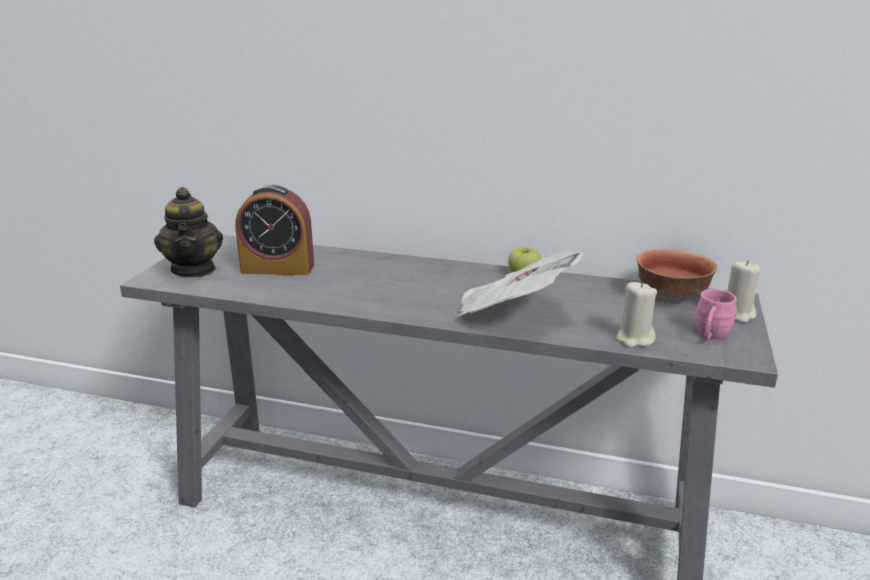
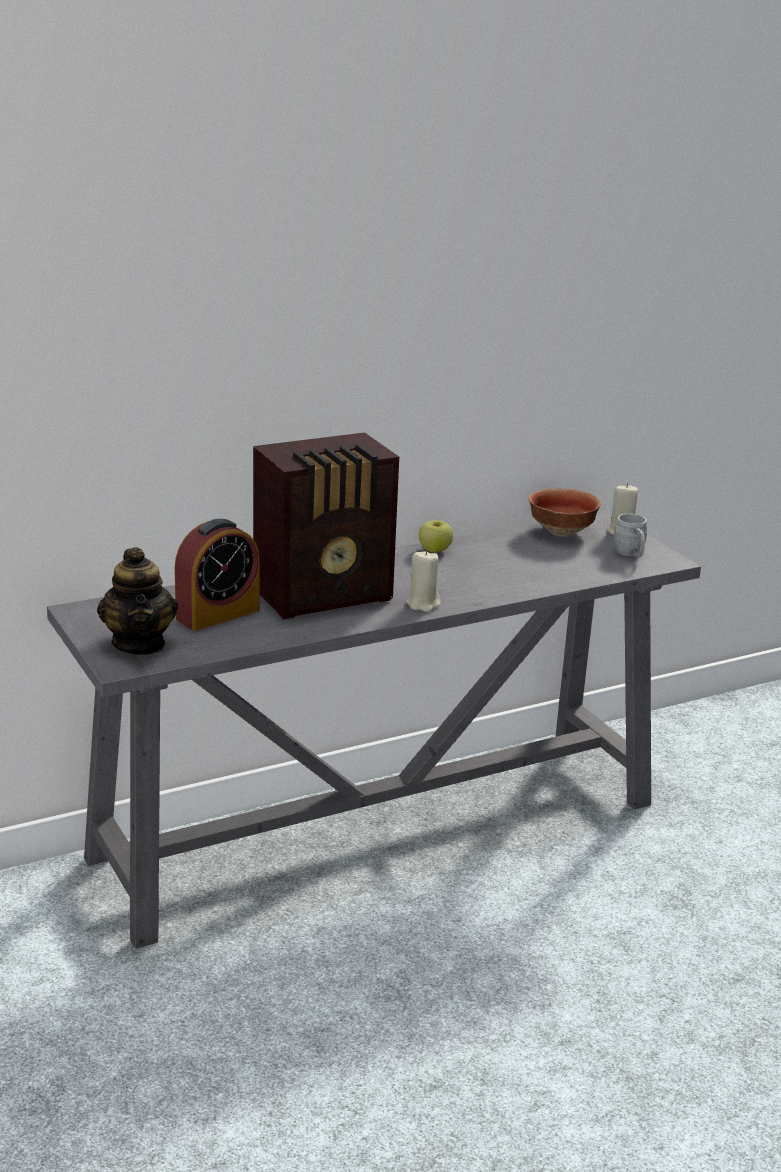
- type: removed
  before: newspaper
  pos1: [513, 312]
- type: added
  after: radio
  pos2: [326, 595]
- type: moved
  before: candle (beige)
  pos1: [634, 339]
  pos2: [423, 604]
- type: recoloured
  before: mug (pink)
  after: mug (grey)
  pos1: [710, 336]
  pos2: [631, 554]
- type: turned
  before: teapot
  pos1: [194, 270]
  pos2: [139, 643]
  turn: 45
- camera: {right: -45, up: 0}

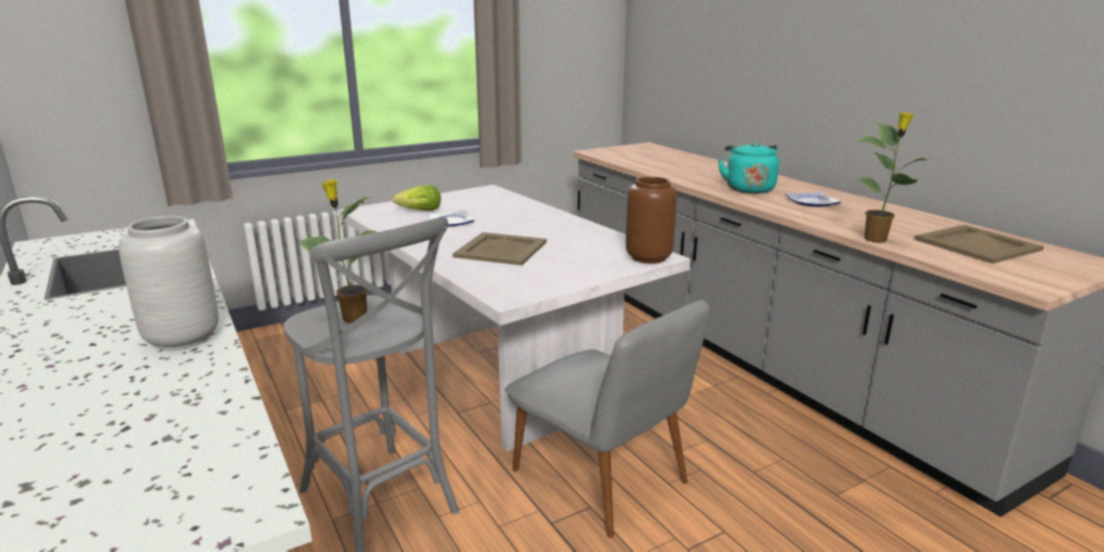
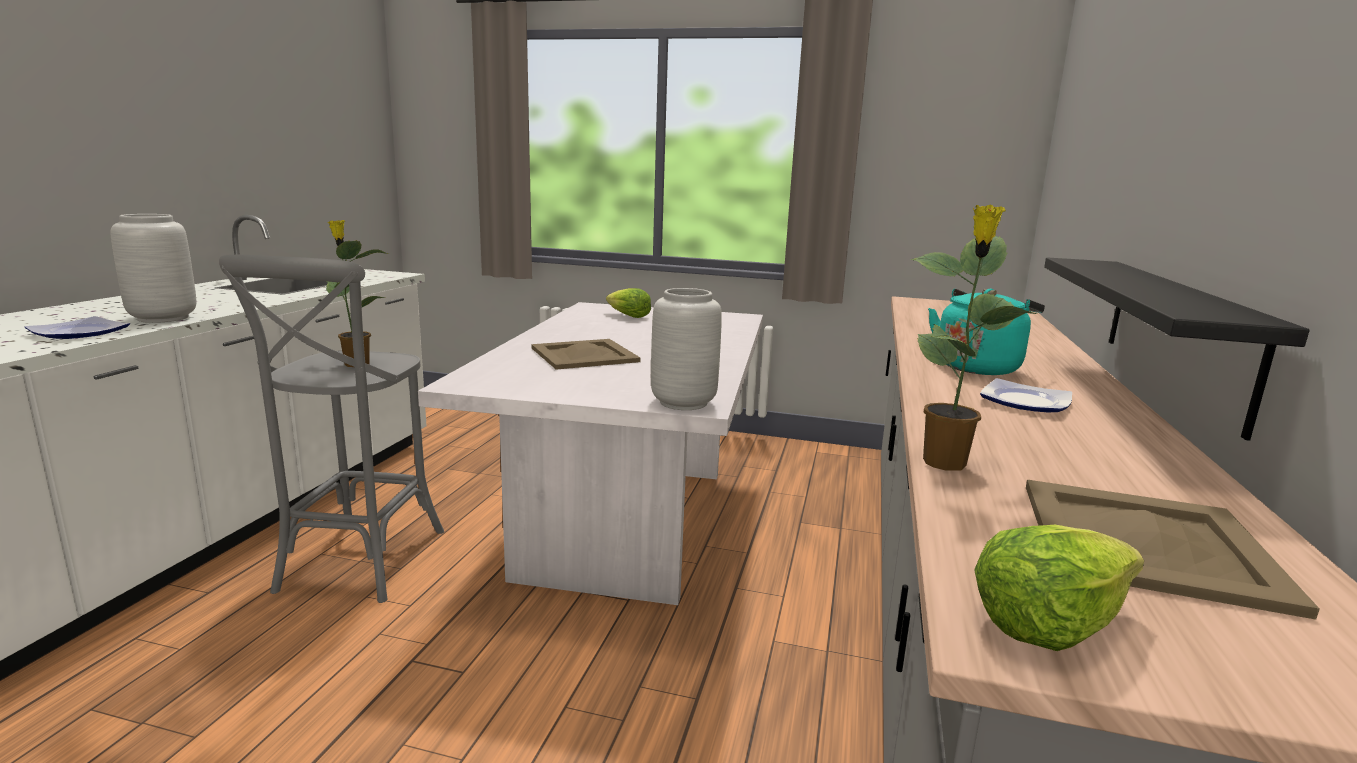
- type: removed
  before: chair (grey)
  pos1: [599, 476]
- type: added
  after: lettuce
  pos2: [1048, 621]
- type: added
  after: shelf (black)
  pos2: [1175, 333]
- type: moved
  before: plate
  pos1: [451, 222]
  pos2: [77, 333]
- type: recoloured
  before: vase (brown)
  after: vase (grey)
  pos1: [647, 258]
  pos2: [683, 402]
- camera: {right: 45, up: -5}

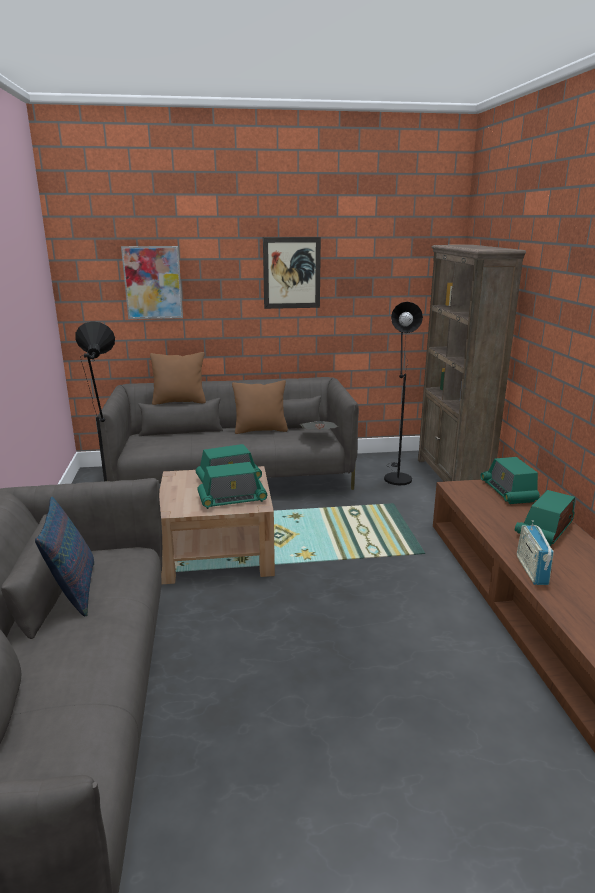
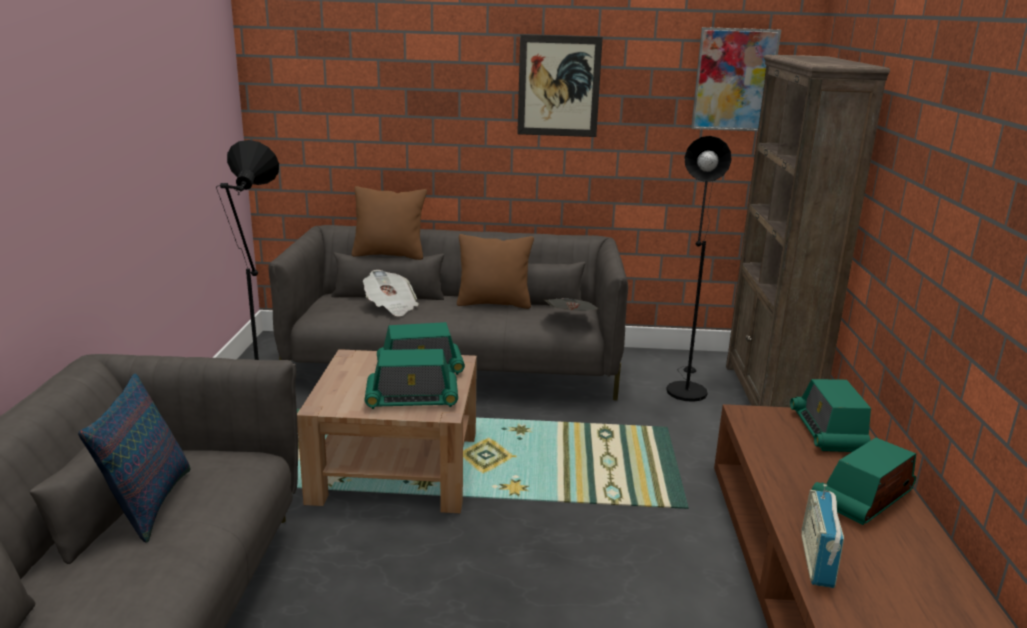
- type: added
  after: newspaper
  pos2: [391, 307]
- type: moved
  before: picture
  pos1: [153, 282]
  pos2: [734, 80]
- camera: {right: 10, up: 0}

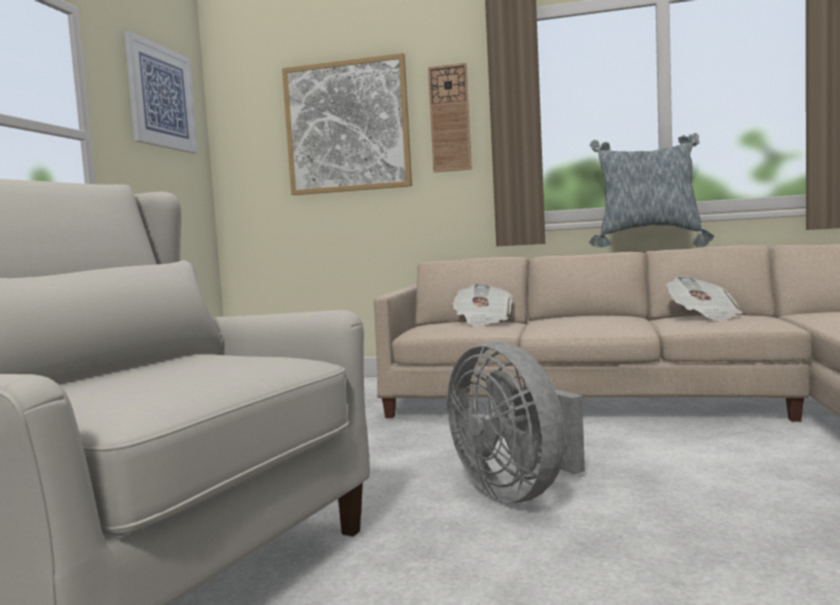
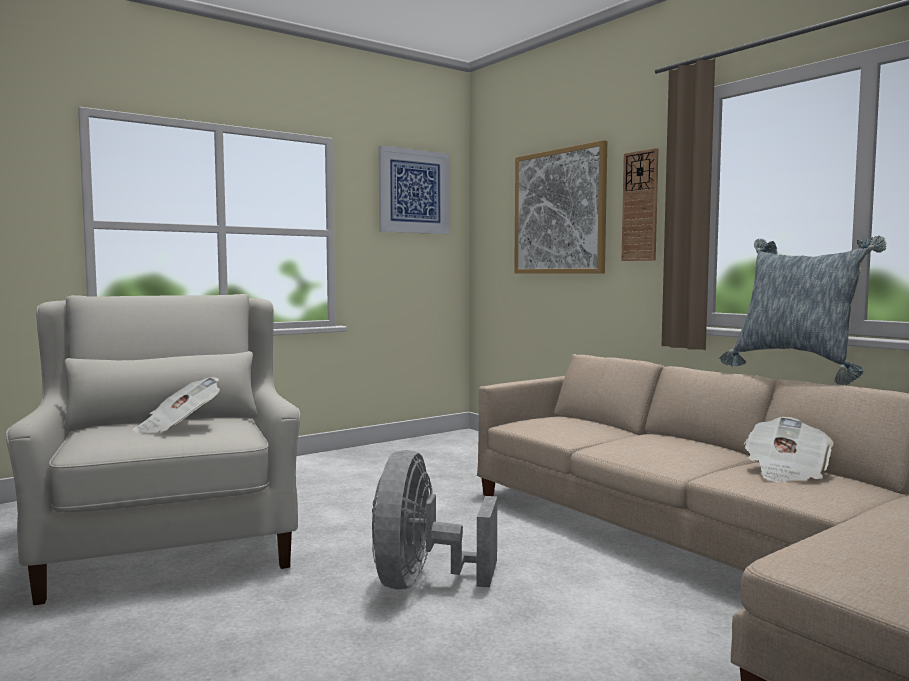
- type: moved
  before: newspaper
  pos1: [482, 322]
  pos2: [178, 427]
- camera: {right: 40, up: 0}

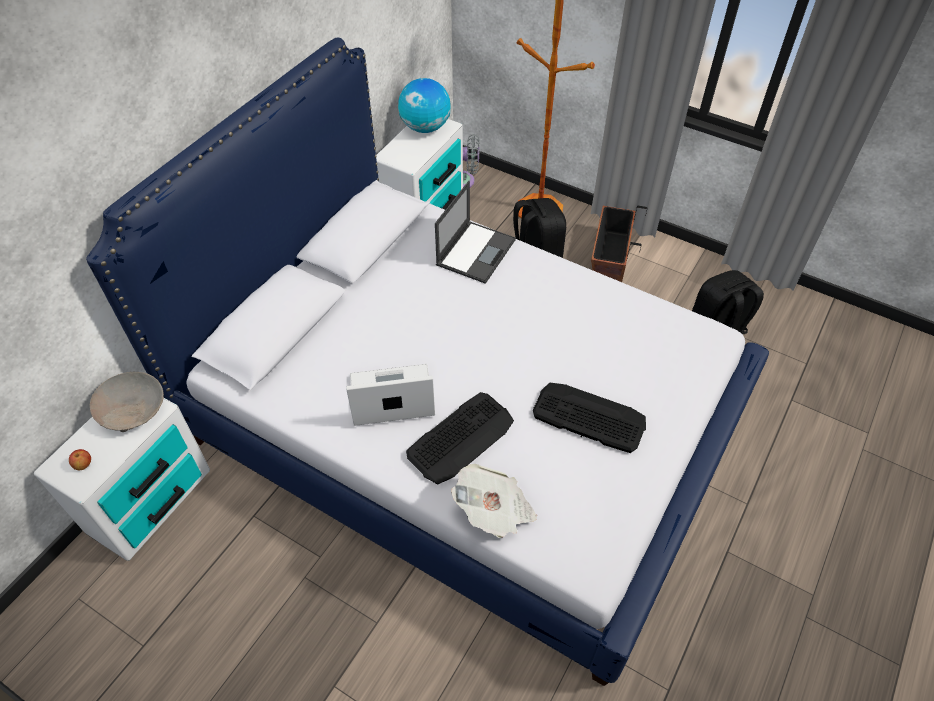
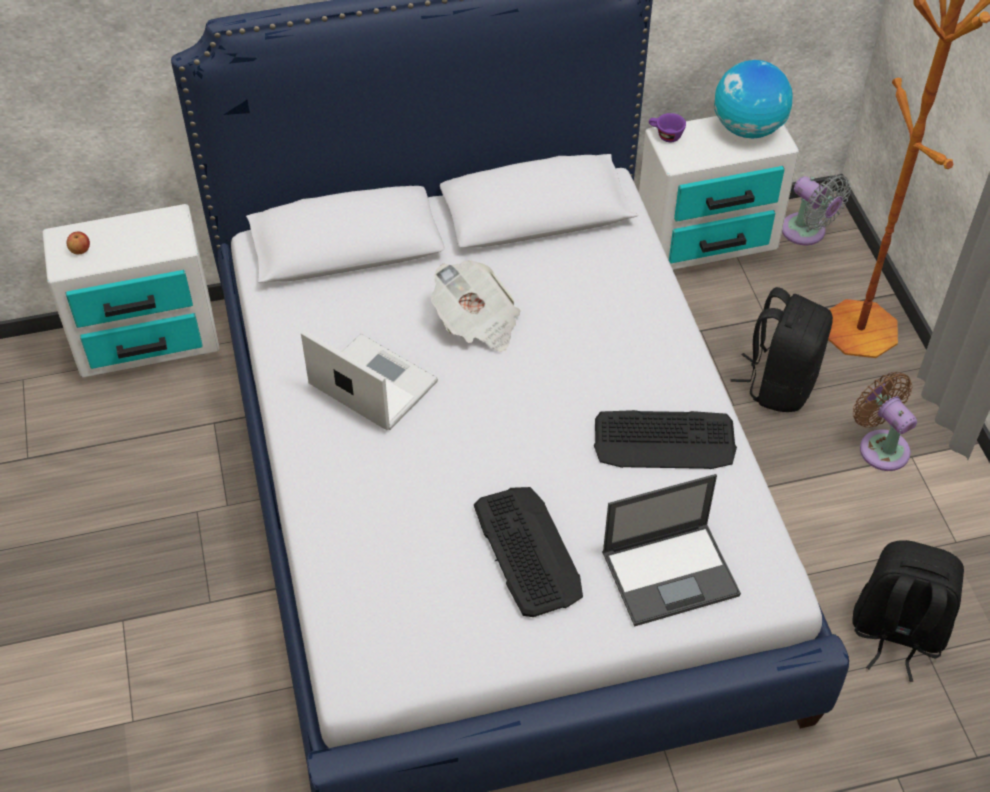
- type: removed
  before: bowl (beige)
  pos1: [133, 409]
- type: added
  after: cup (purple)
  pos2: [665, 135]
- type: moved
  before: keyboard
  pos1: [461, 438]
  pos2: [665, 440]
- type: moved
  before: laptop
  pos1: [476, 251]
  pos2: [671, 573]
- type: moved
  before: newspaper
  pos1: [494, 511]
  pos2: [476, 322]
- type: replaced
  before: planter
  after: fan (brown)
  pos1: [610, 257]
  pos2: [880, 446]
- camera: {right: 45, up: 0}

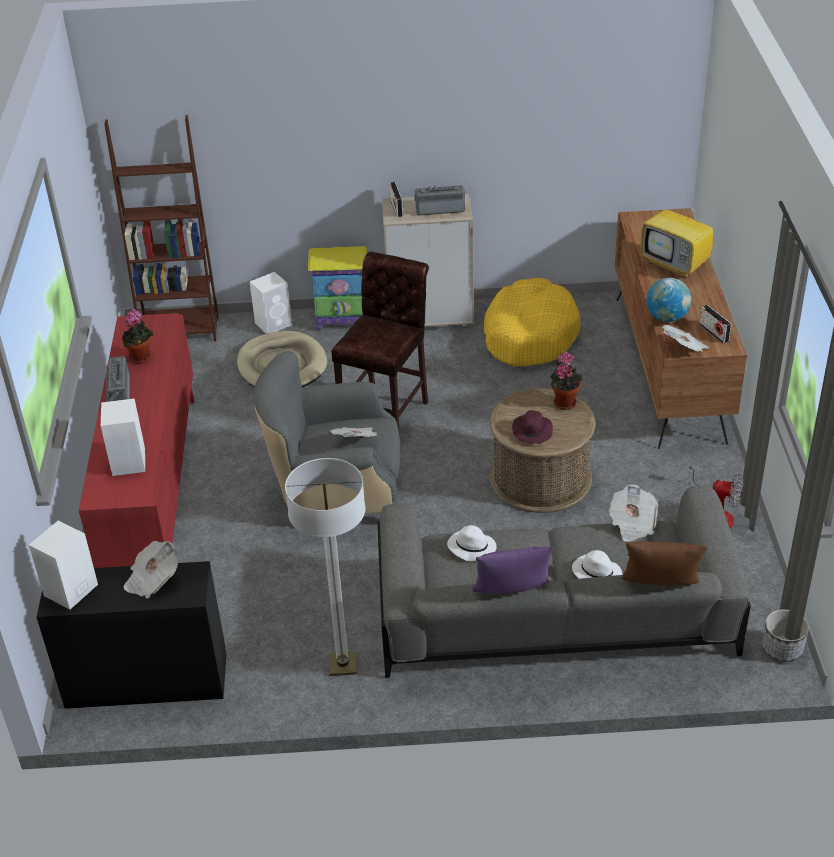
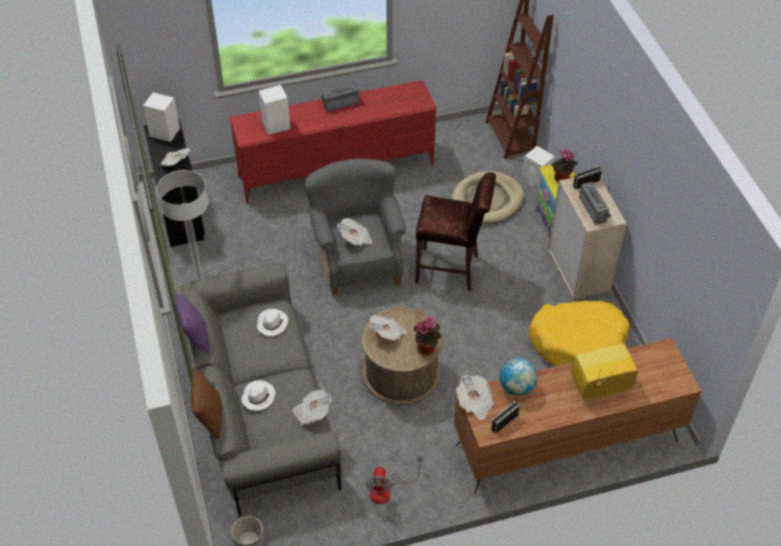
- type: moved
  before: potted plant
  pos1: [141, 358]
  pos2: [561, 179]
- type: replaced
  before: hat (purple)
  after: newspaper
  pos1: [532, 431]
  pos2: [388, 333]
- type: turned
  before: television
  pos1: [676, 265]
  pos2: [599, 387]
  turn: 45
- camera: {right: 75, up: 10}

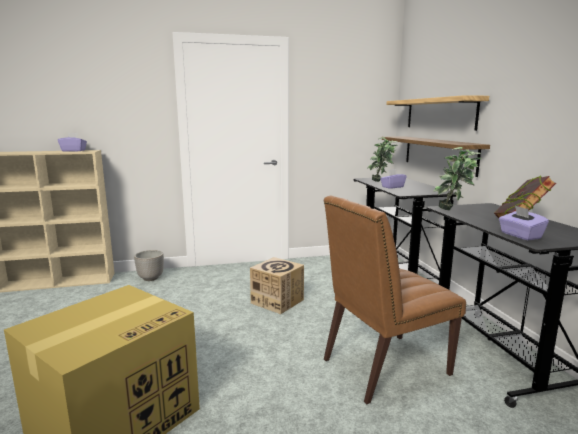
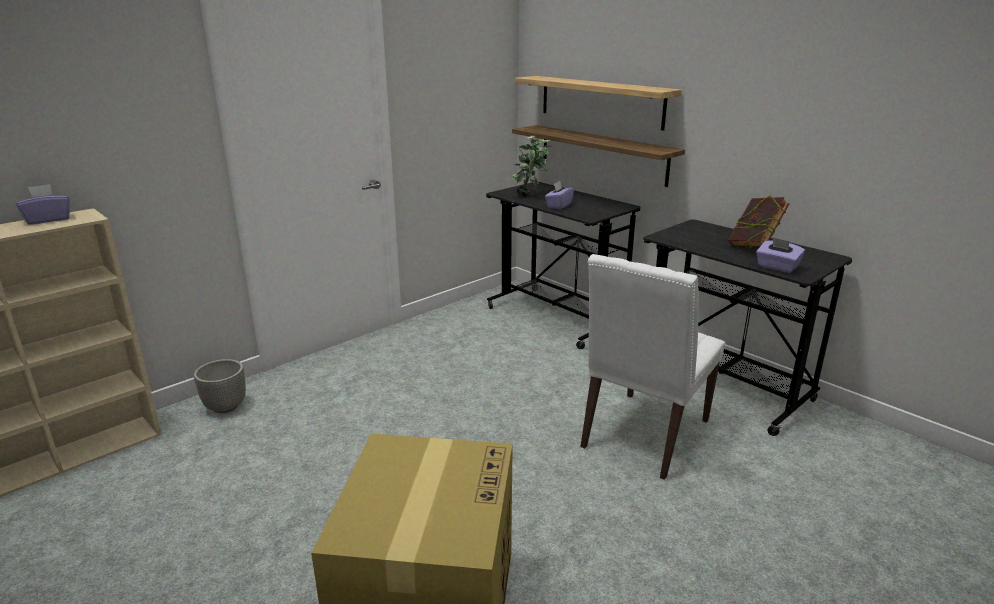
- type: removed
  before: cardboard box
  pos1: [277, 301]
- type: removed
  before: potted plant
  pos1: [453, 210]
- type: recoloured
  before: chair (brown)
  after: chair (white)
  pos1: [386, 366]
  pos2: [645, 432]
- camera: {right: -30, up: 10}

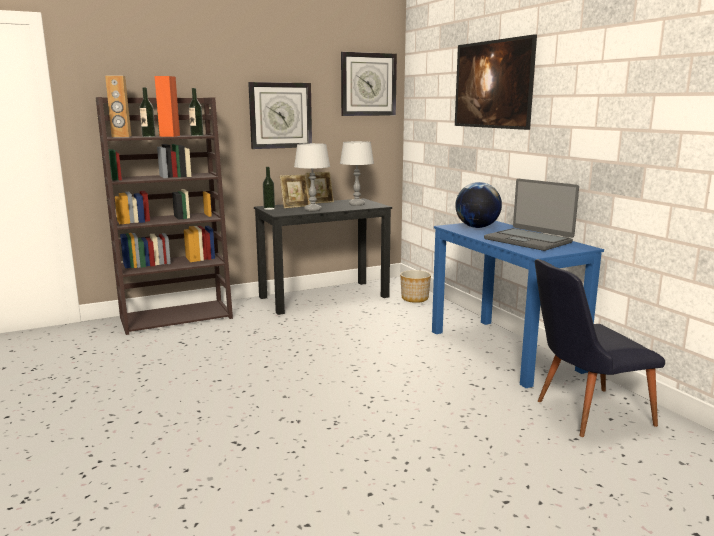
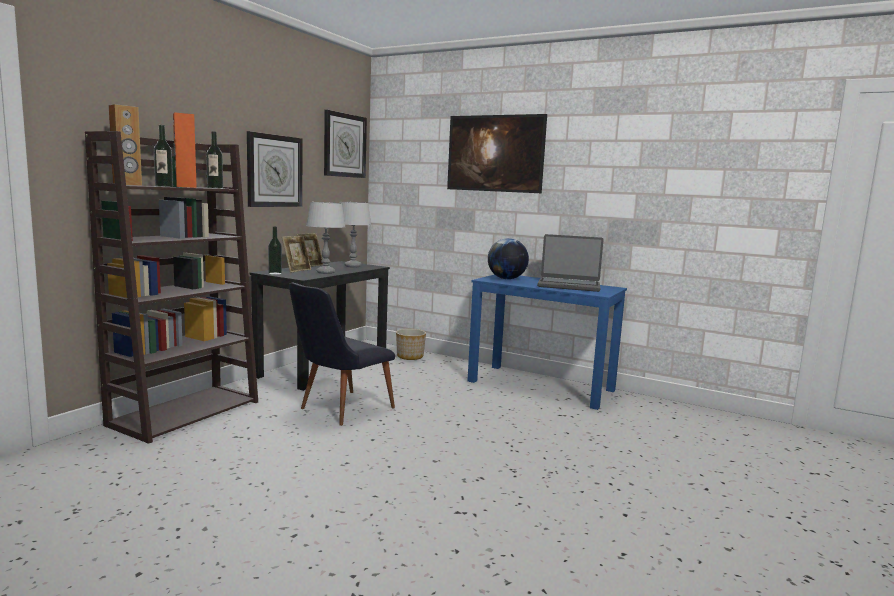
- type: moved
  before: chair (black)
  pos1: [583, 413]
  pos2: [339, 409]
- camera: {right: -35, up: -5}

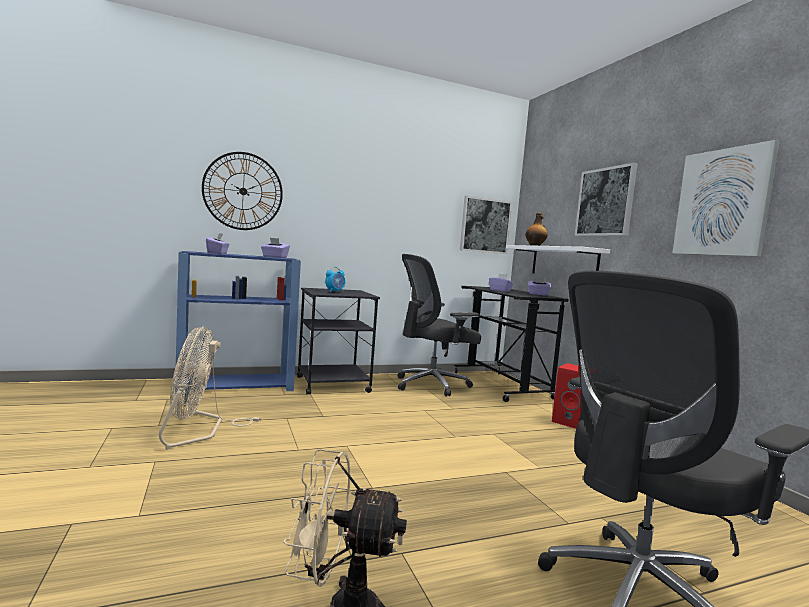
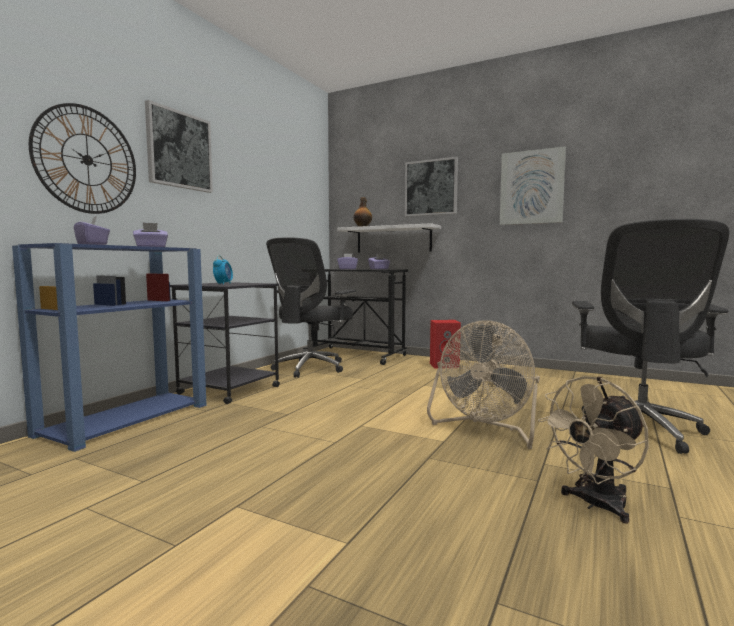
- type: moved
  before: fan (beige)
  pos1: [203, 428]
  pos2: [483, 428]
- type: moved
  before: picture
  pos1: [485, 225]
  pos2: [179, 150]
- camera: {right: -40, up: 0}

